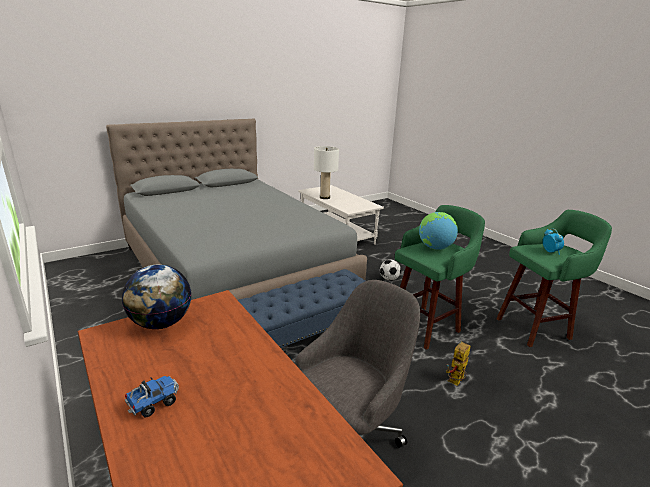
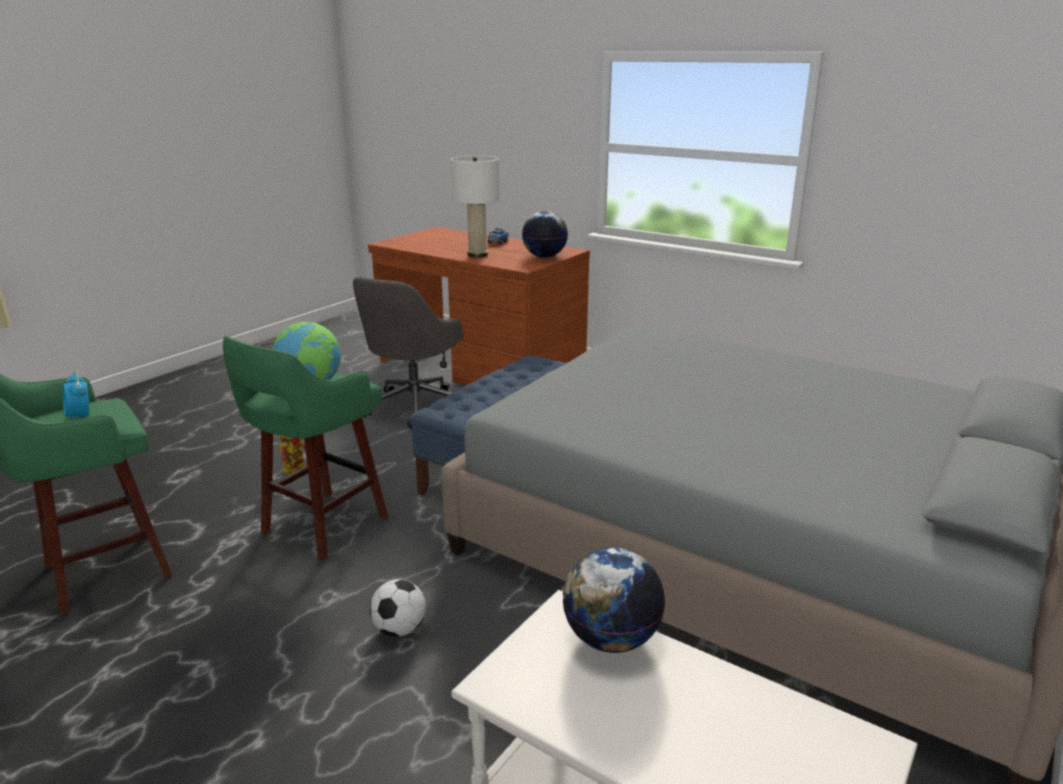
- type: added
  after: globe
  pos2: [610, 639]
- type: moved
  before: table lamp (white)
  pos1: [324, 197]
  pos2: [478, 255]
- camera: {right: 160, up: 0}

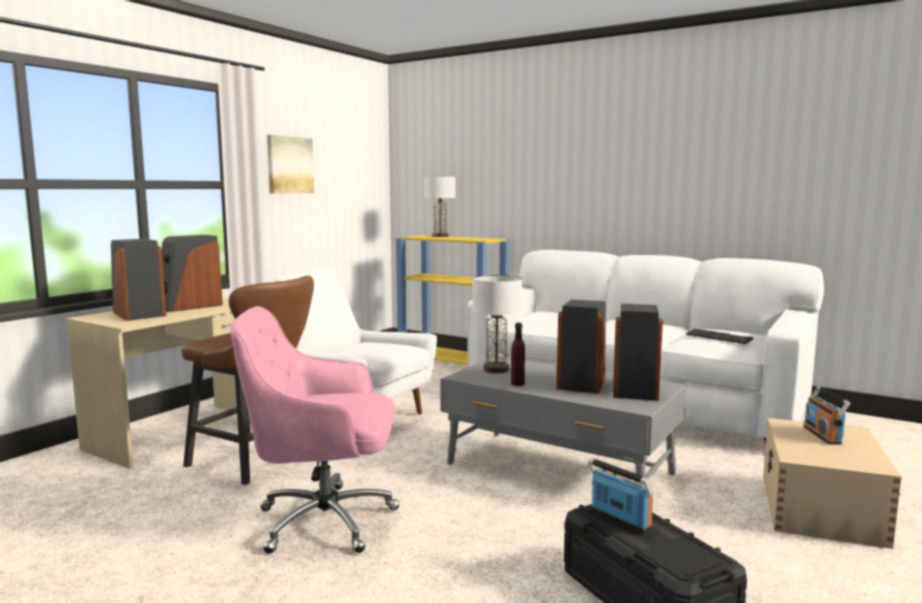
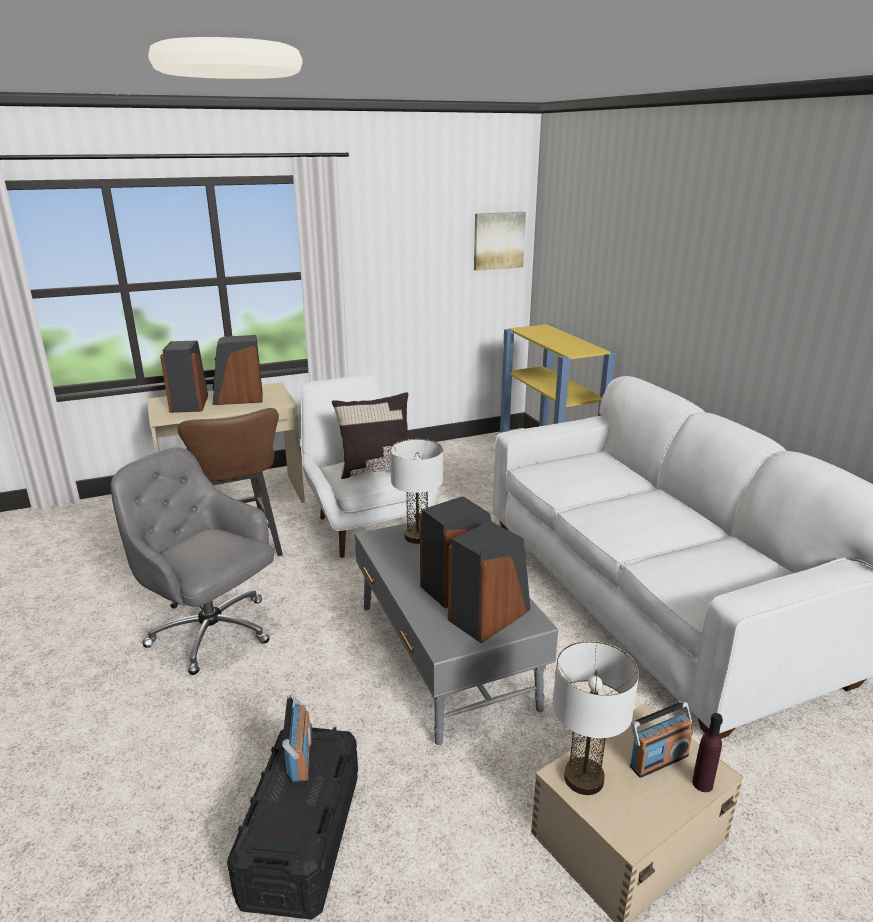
- type: removed
  before: keyboard
  pos1: [718, 338]
- type: added
  after: pillow
  pos2: [377, 469]
- type: moved
  before: picture
  pos1: [289, 165]
  pos2: [498, 240]
- type: moved
  before: table lamp
  pos1: [440, 236]
  pos2: [583, 778]
- type: moved
  before: bottle (purple)
  pos1: [517, 383]
  pos2: [702, 784]
- type: recoloured
  before: office chair (pink)
  after: office chair (grey)
  pos1: [325, 520]
  pos2: [212, 631]
- type: turned
  before: radio
  pos1: [823, 435]
  pos2: [658, 760]
  turn: -150
- camera: {right: 35, up: 15}

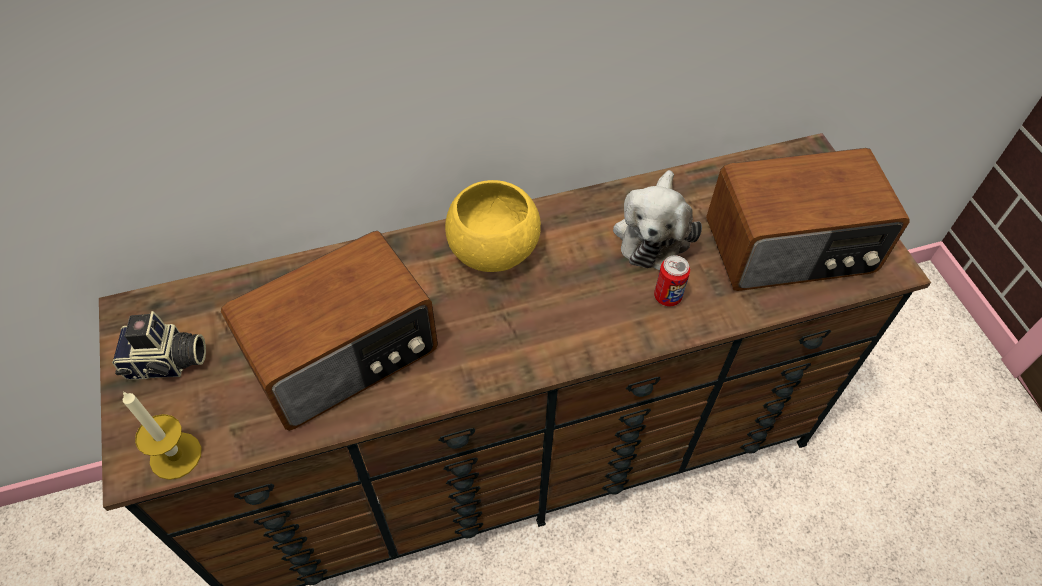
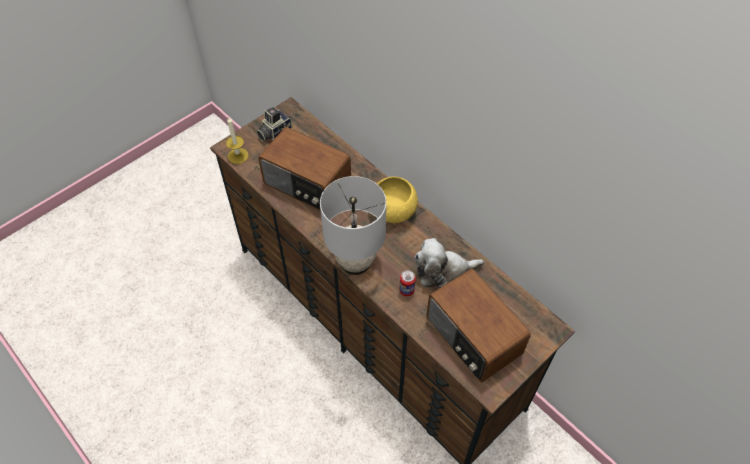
- type: added
  after: table lamp (white)
  pos2: [355, 262]
- type: turned
  before: photo camera
  pos1: [167, 363]
  pos2: [273, 132]
  turn: 75
- camera: {right: 65, up: 0}

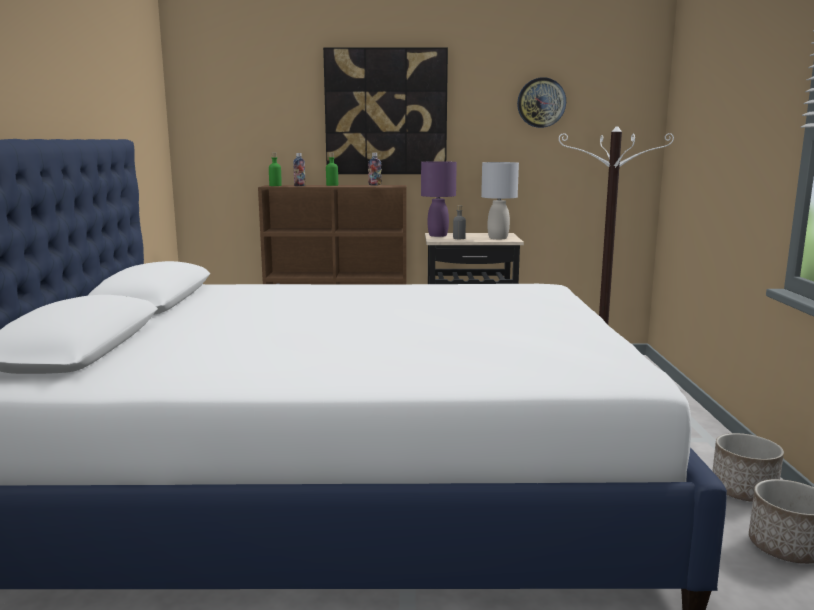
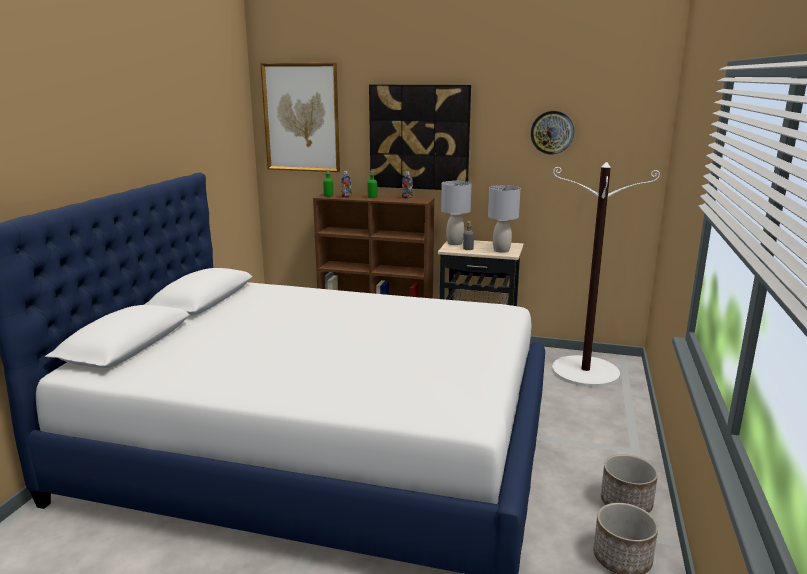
- type: added
  after: picture
  pos2: [301, 118]
- type: recoloured
  before: table lamp (purple)
  after: table lamp (grey)
  pos1: [438, 235]
  pos2: [455, 243]
- camera: {right: 15, up: 5}

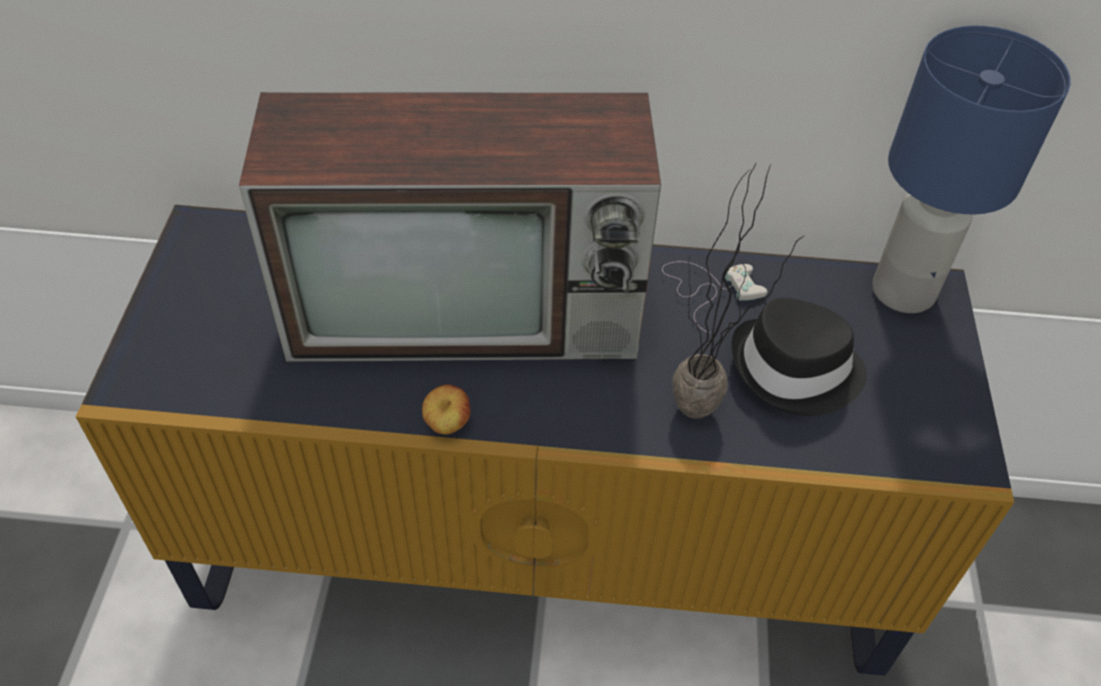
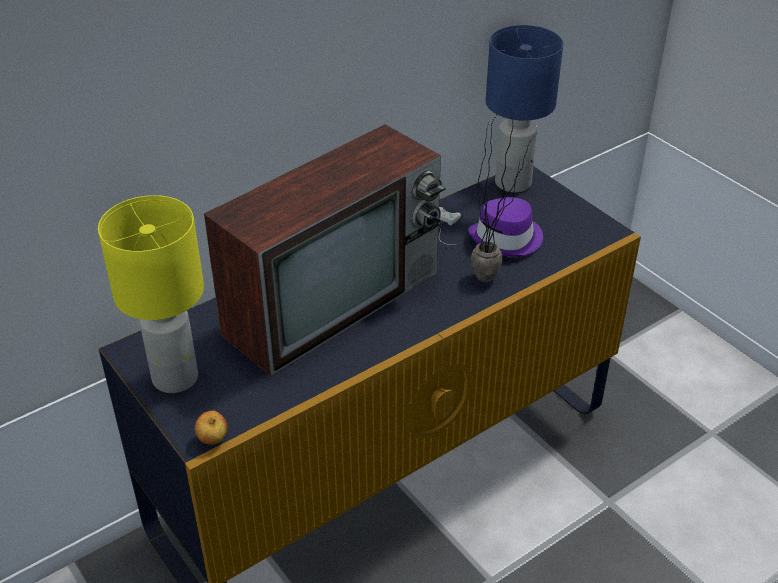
- type: added
  after: table lamp (yellow)
  pos2: [175, 377]
- type: moved
  before: apple
  pos1: [447, 425]
  pos2: [213, 440]
- type: recoloured
  before: hat (black)
  after: hat (purple)
  pos1: [795, 370]
  pos2: [507, 238]
- camera: {right: -40, up: -10}

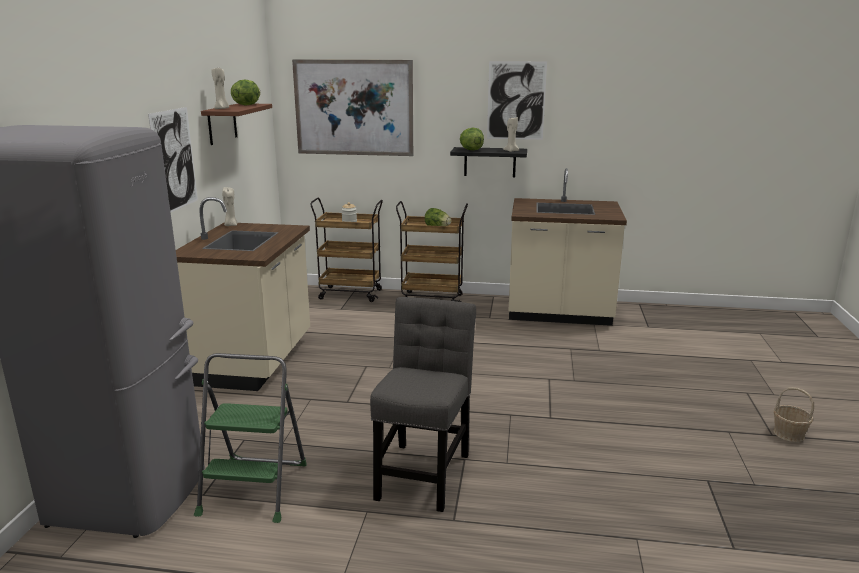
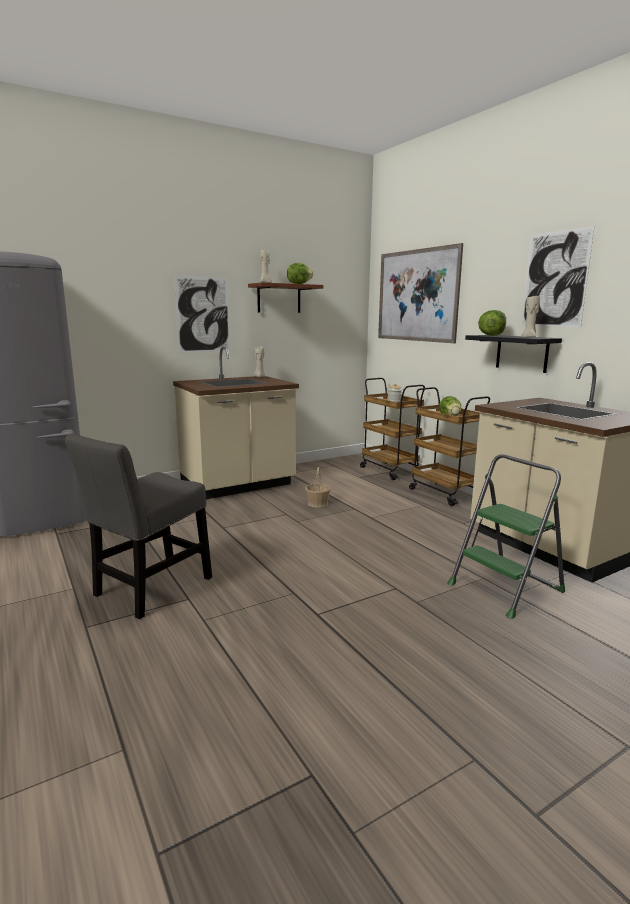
- type: moved
  before: step ladder (green)
  pos1: [256, 485]
  pos2: [509, 586]
- type: moved
  before: basket
  pos1: [788, 434]
  pos2: [318, 503]
- type: turned
  before: chair (grey)
  pos1: [423, 472]
  pos2: [149, 589]
  turn: 150
- camera: {right: 50, up: -5}

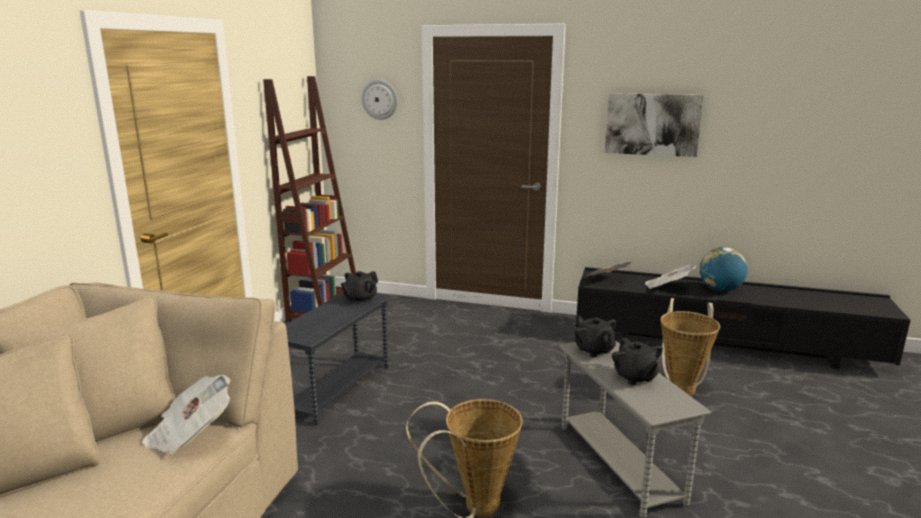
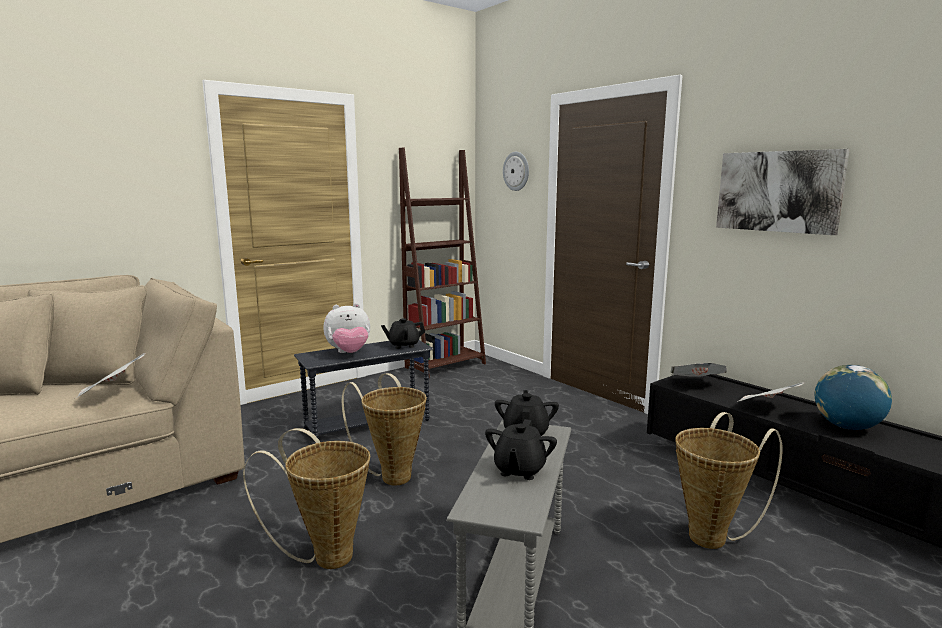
- type: added
  after: plush toy
  pos2: [349, 353]
- type: added
  after: basket
  pos2: [392, 475]
- camera: {right: 35, up: -5}

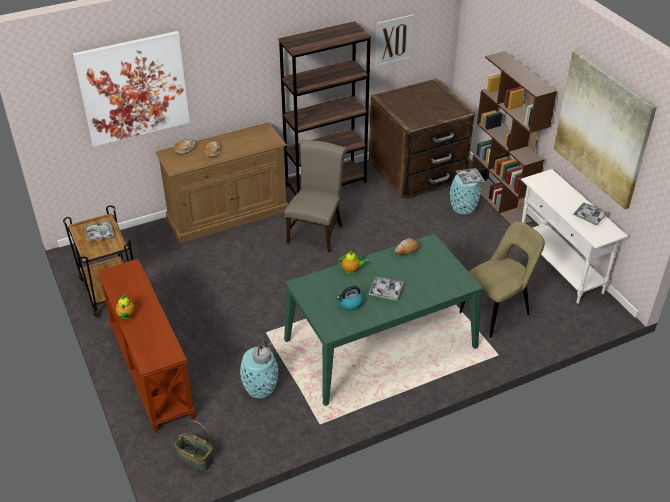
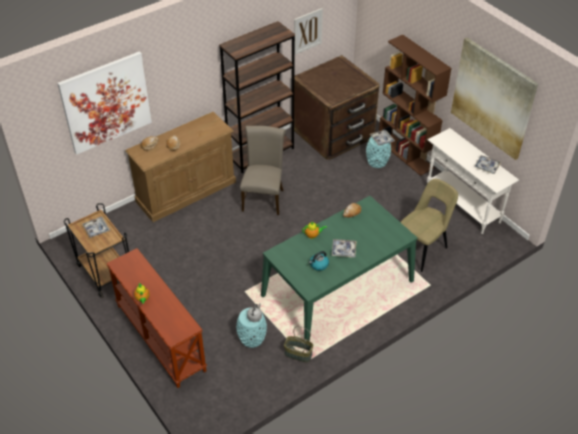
- type: moved
  before: basket
  pos1: [195, 459]
  pos2: [298, 354]
- camera: {right: -10, up: 5}

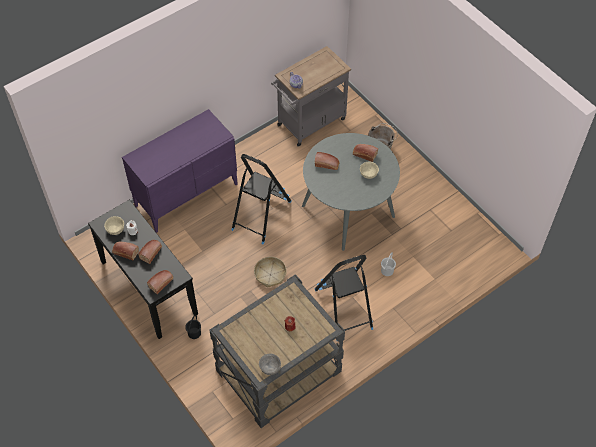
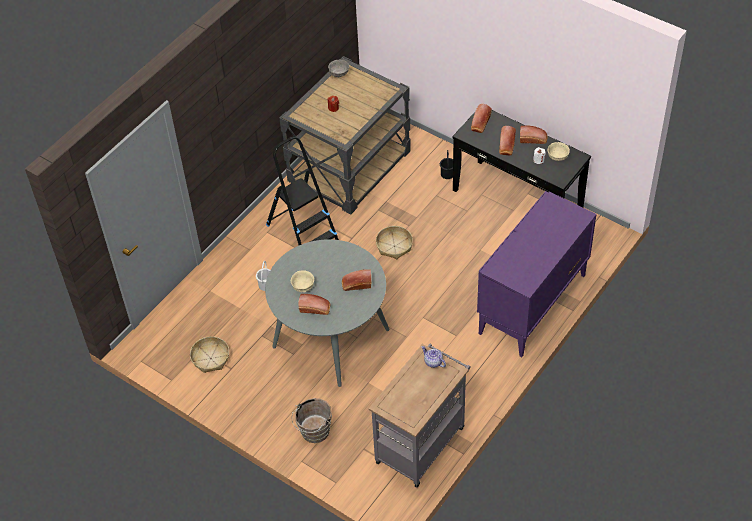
- type: removed
  before: step ladder (black)
  pos1: [262, 214]
- type: added
  after: basket
  pos2: [210, 358]
- camera: {right: 165, up: -5}

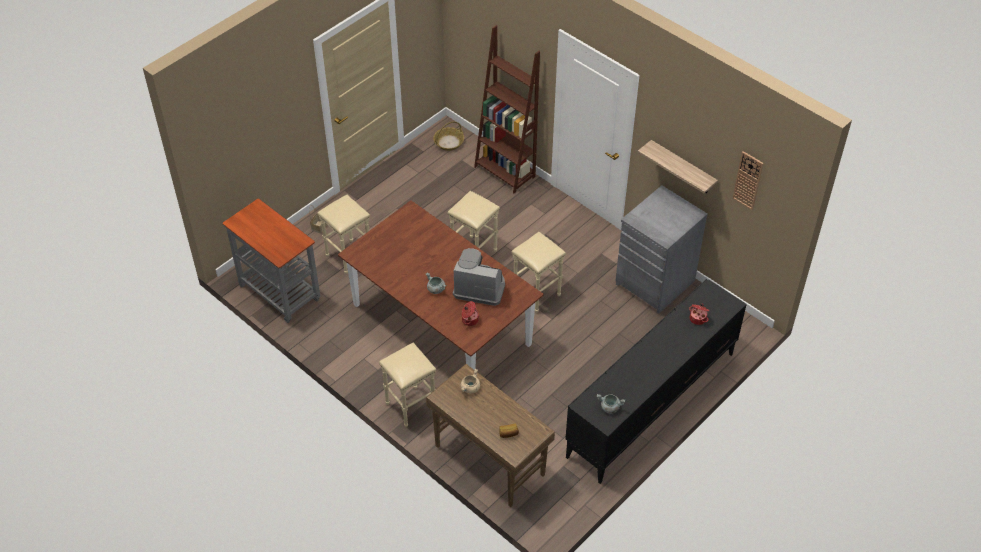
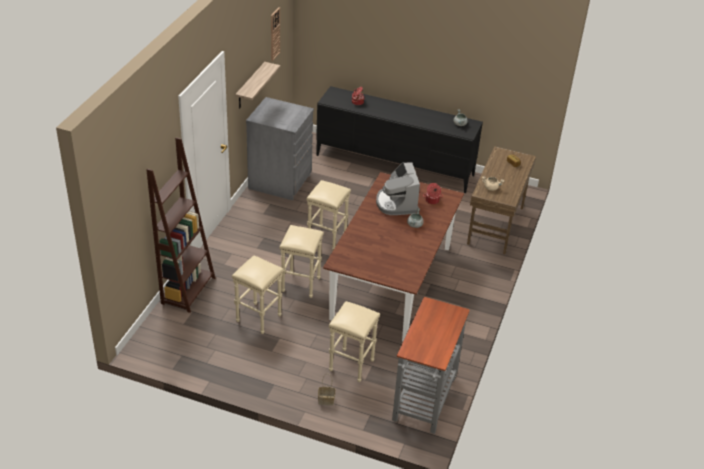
- type: removed
  before: basket
  pos1: [449, 142]
- type: moved
  before: stool (beige)
  pos1: [409, 406]
  pos2: [259, 318]
- camera: {right: -115, up: -10}

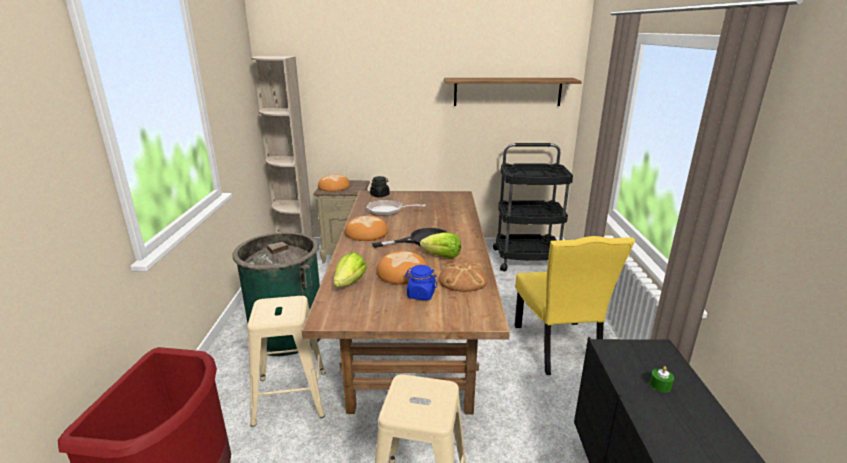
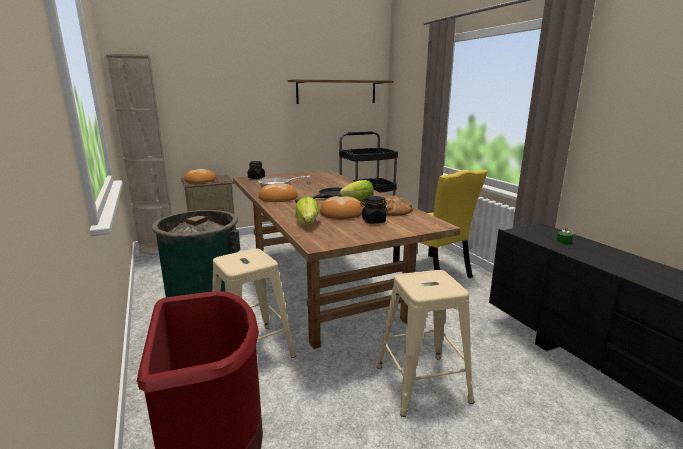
- type: recoloured
  before: jar (blue)
  after: jar (black)
  pos1: [420, 295]
  pos2: [373, 221]
- camera: {right: -25, up: -5}

